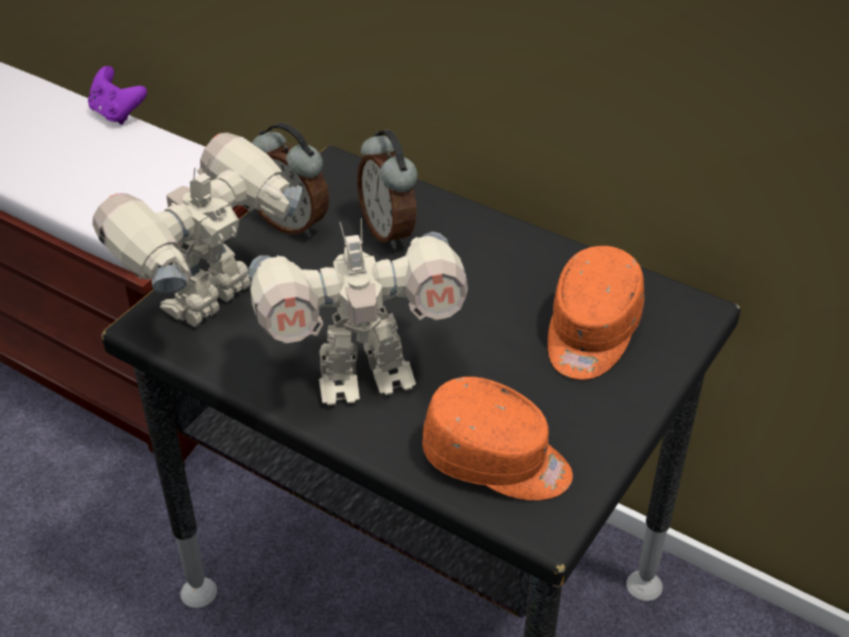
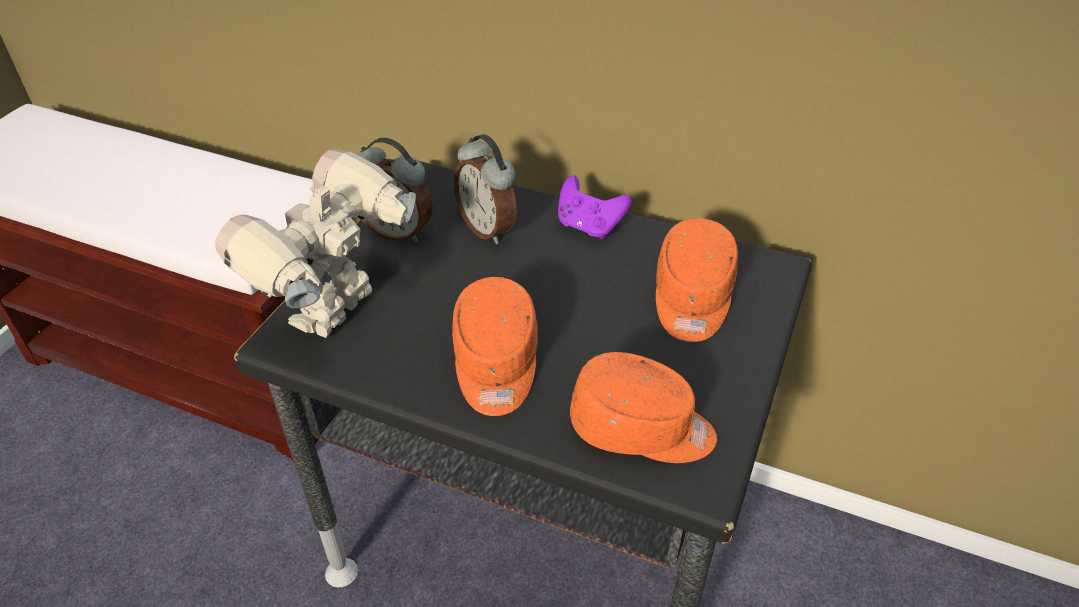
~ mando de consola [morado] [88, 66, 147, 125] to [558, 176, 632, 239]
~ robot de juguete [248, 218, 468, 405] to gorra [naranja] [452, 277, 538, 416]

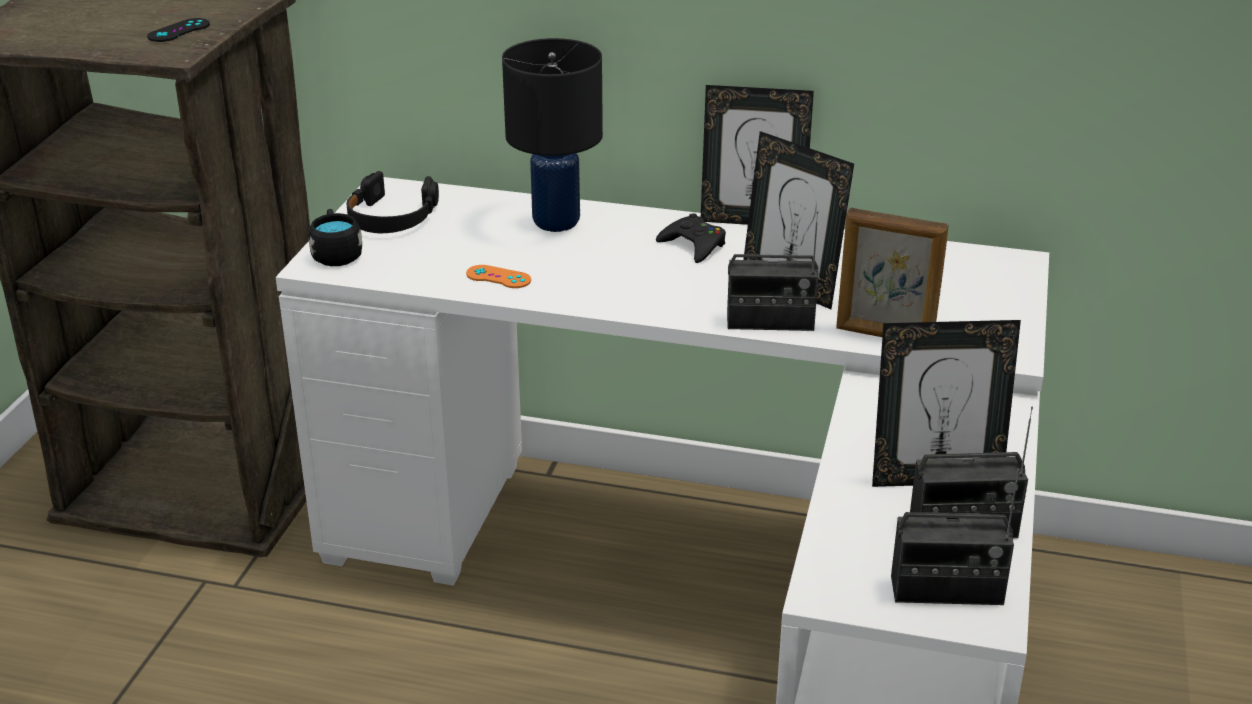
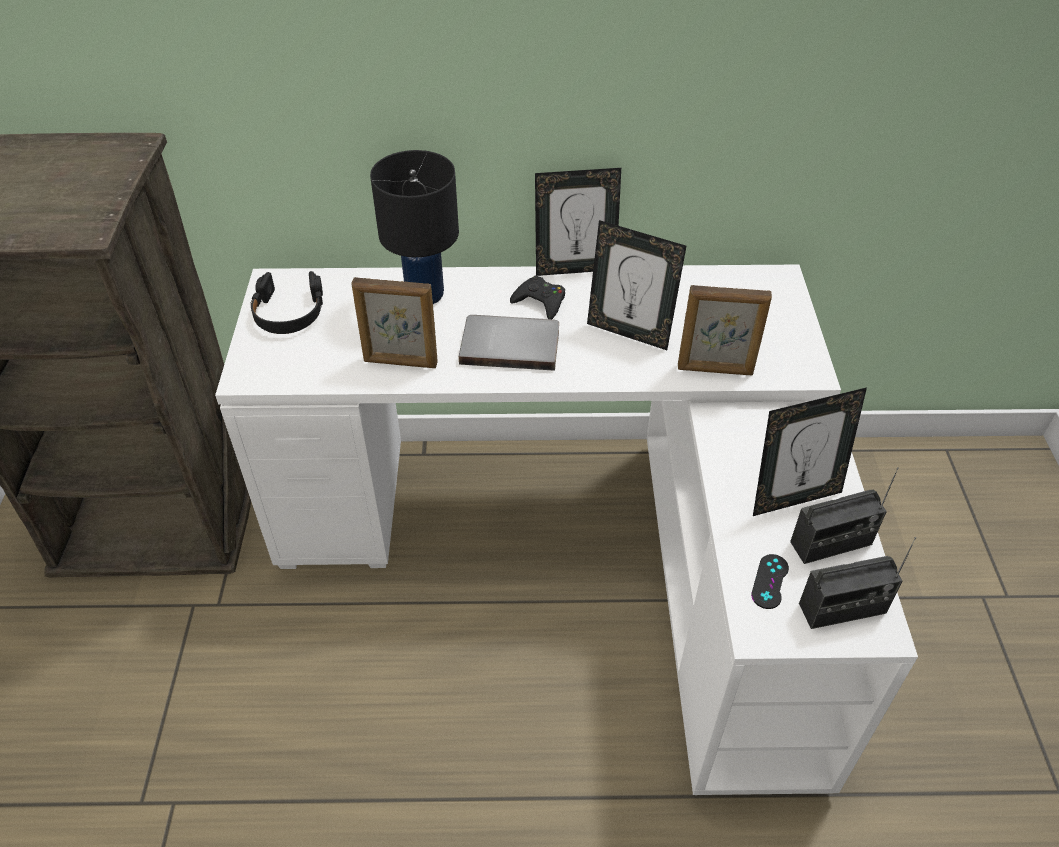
~ mando de consola [negro] [147, 18, 210, 42] to [751, 554, 789, 609]
- taza grande [negro] [309, 209, 362, 266]
~ mando de consola [naranja] [466, 265, 531, 288] to portarretratos [351, 277, 438, 368]
- radio [727, 211, 819, 331]
+ libro [gris] [459, 315, 559, 371]

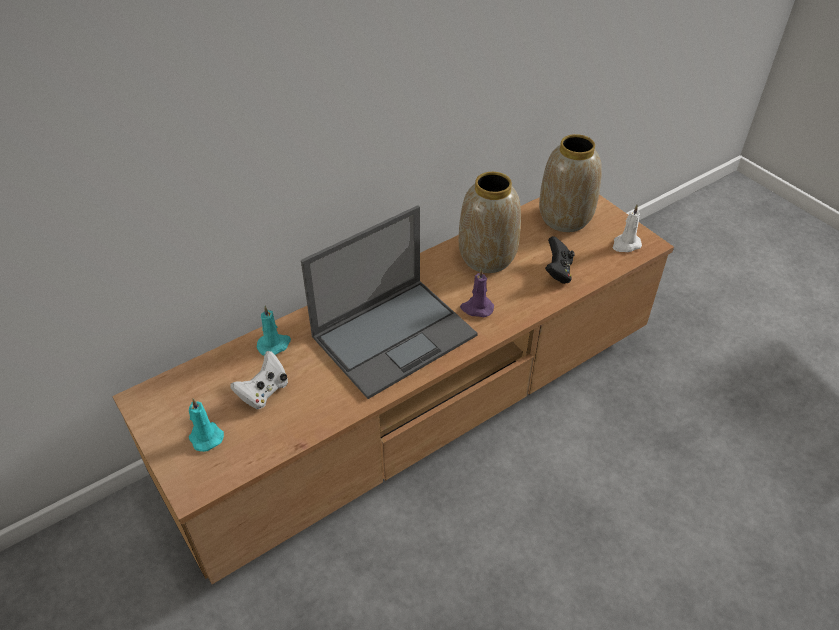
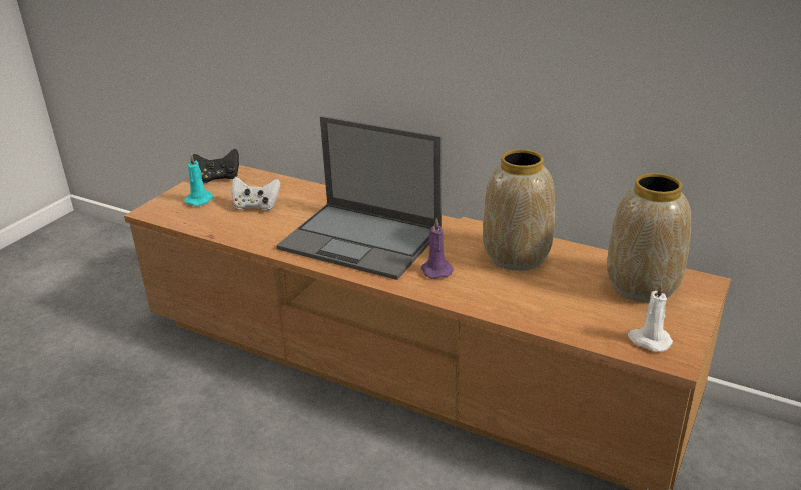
- vela [turquesa] [257, 305, 291, 356]
~ mando de consola [negro] [545, 236, 575, 284] to [193, 149, 239, 183]

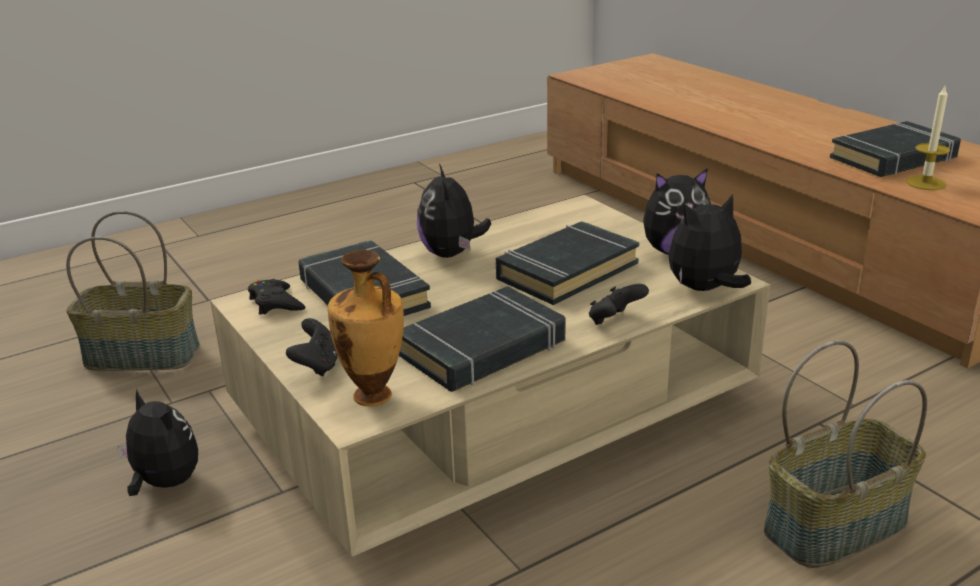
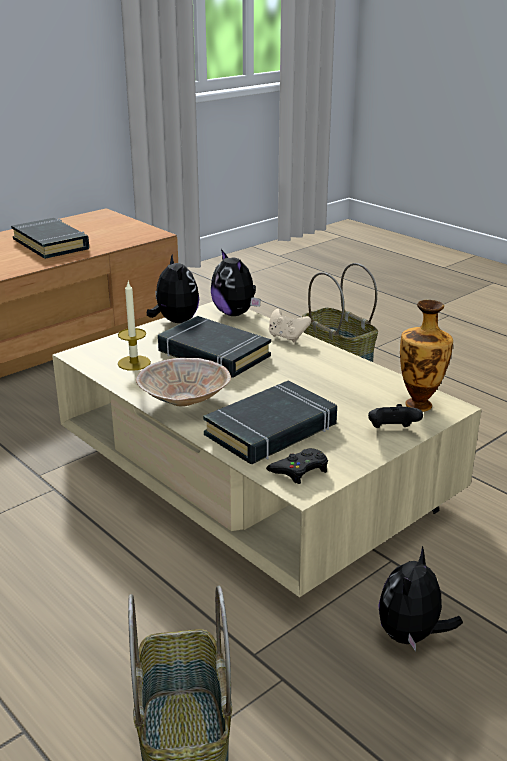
- libro [negro] [399, 286, 566, 392]
~ peluche [417, 164, 491, 258] to cuenco [beis] [136, 358, 231, 407]
~ mando de consola [negro] [589, 284, 649, 325] to mando de consola [beis] [269, 309, 311, 342]
~ vela [906, 86, 950, 190] to [118, 282, 151, 371]

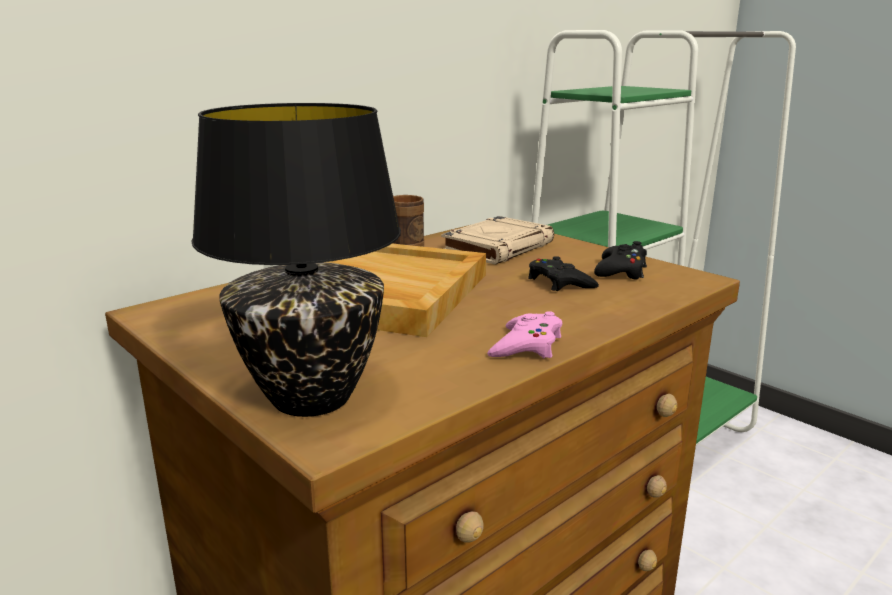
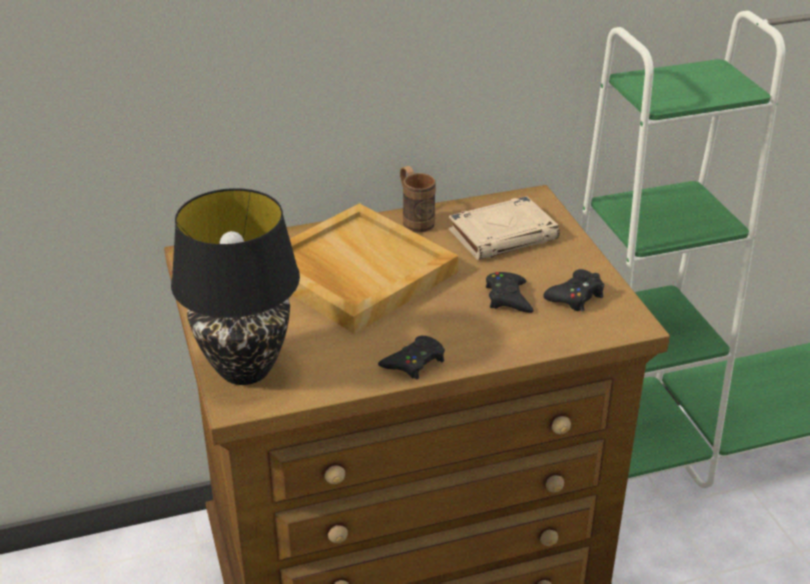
~ mando de consola [rosa] [487, 311, 562, 358] to mando de consola [negro] [378, 335, 445, 380]

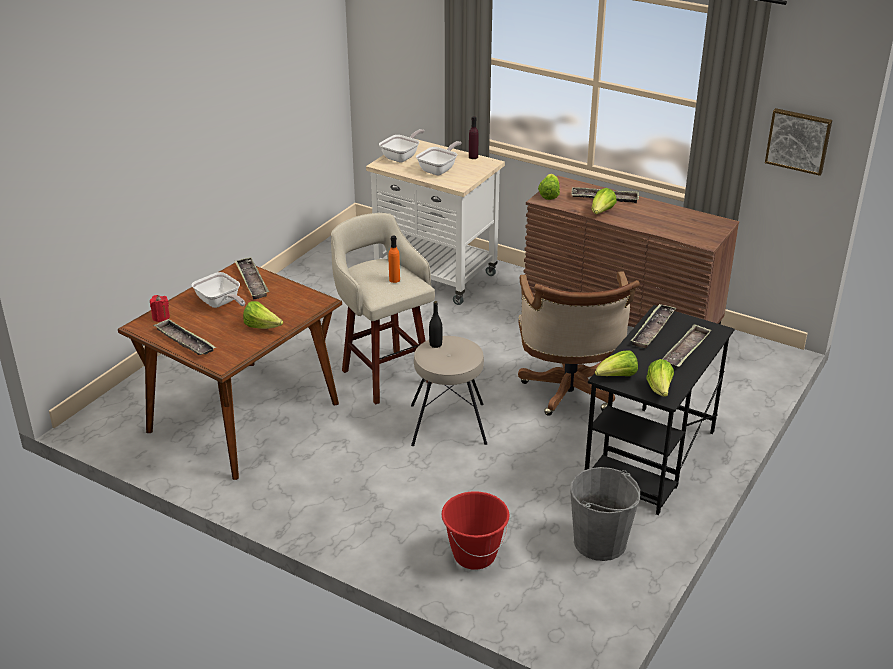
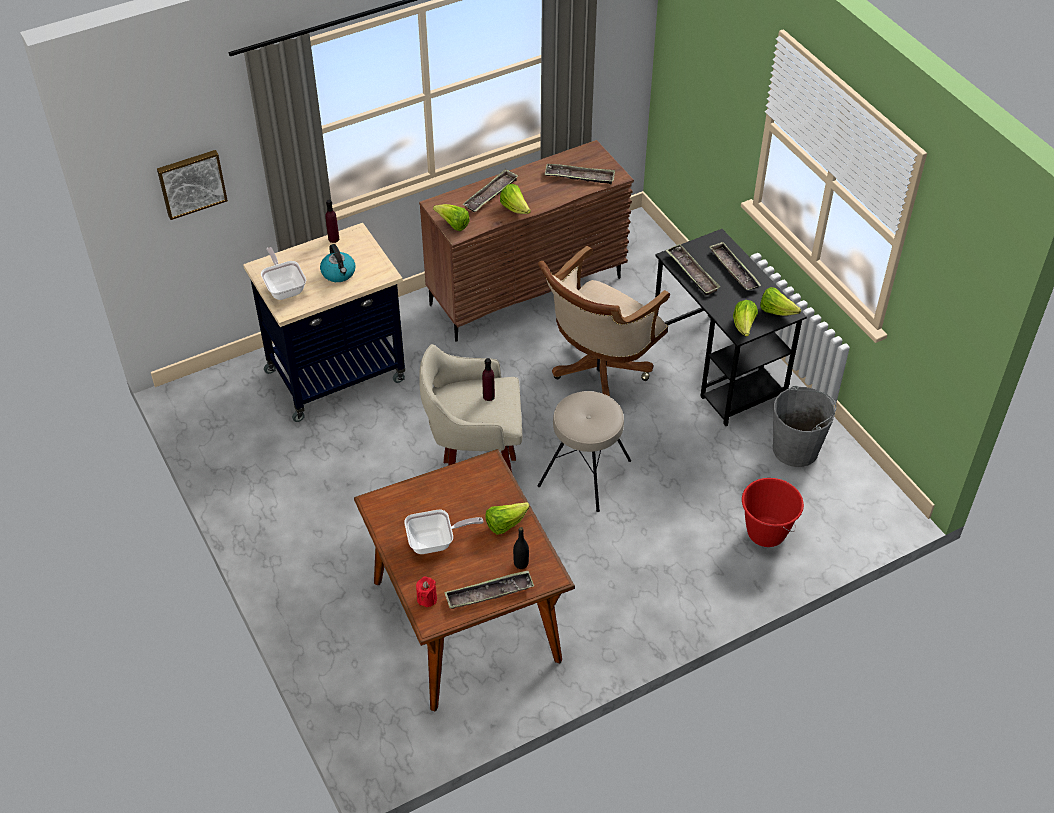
~ bandeja [234, 257, 269, 300] to [545, 164, 615, 184]
~ carrito [blanco] [366, 138, 505, 305] to carrito [azul] [243, 223, 405, 422]
~ botella [naranja] [389, 236, 400, 283] to botella [morado] [482, 358, 495, 401]
~ sartén [416, 141, 462, 176] to hervidor [320, 244, 355, 282]
~ botella [negro] [429, 301, 442, 348] to [513, 527, 529, 569]
~ silla de oficina [518, 271, 640, 416] = [538, 246, 670, 397] 105 degrees clockwise
~ cuadro [765, 108, 832, 176] to [157, 150, 228, 220]

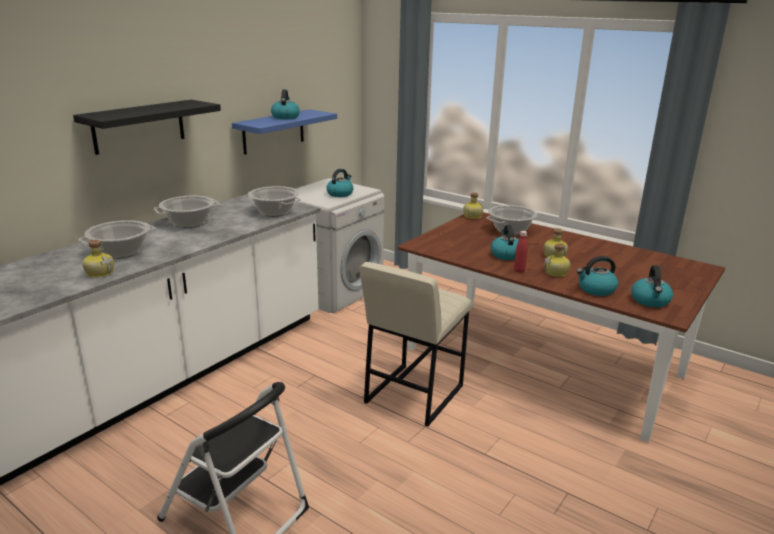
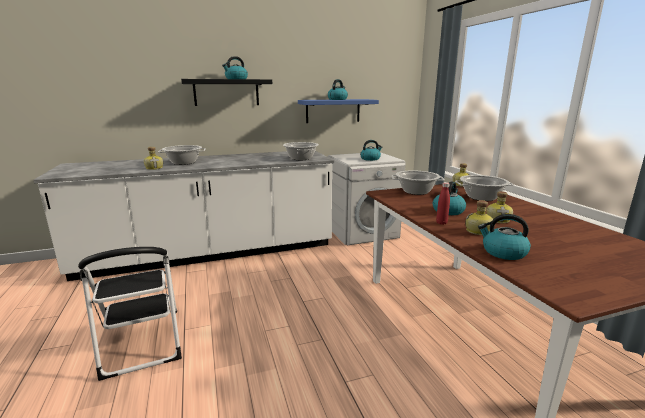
~ olla [154, 196, 220, 228] to [391, 170, 445, 195]
- silla [beis] [359, 262, 471, 427]
~ hervidor [631, 265, 673, 307] to [222, 56, 248, 79]

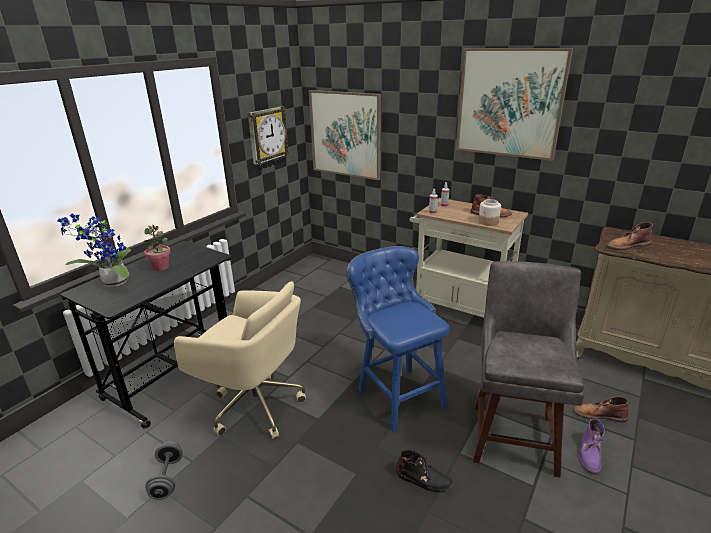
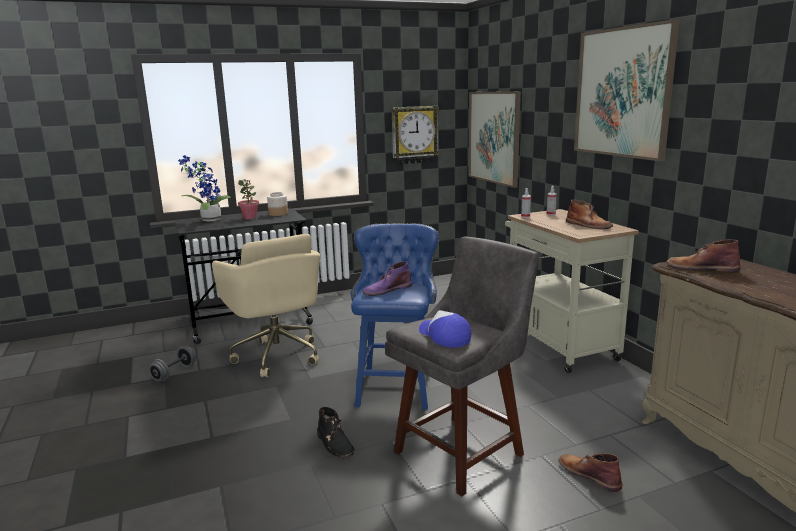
~ tarro [478, 199, 501, 226] to [267, 192, 288, 216]
~ bota [morado] [578, 418, 605, 474] to [363, 261, 412, 296]
+ gorra [419, 310, 471, 348]

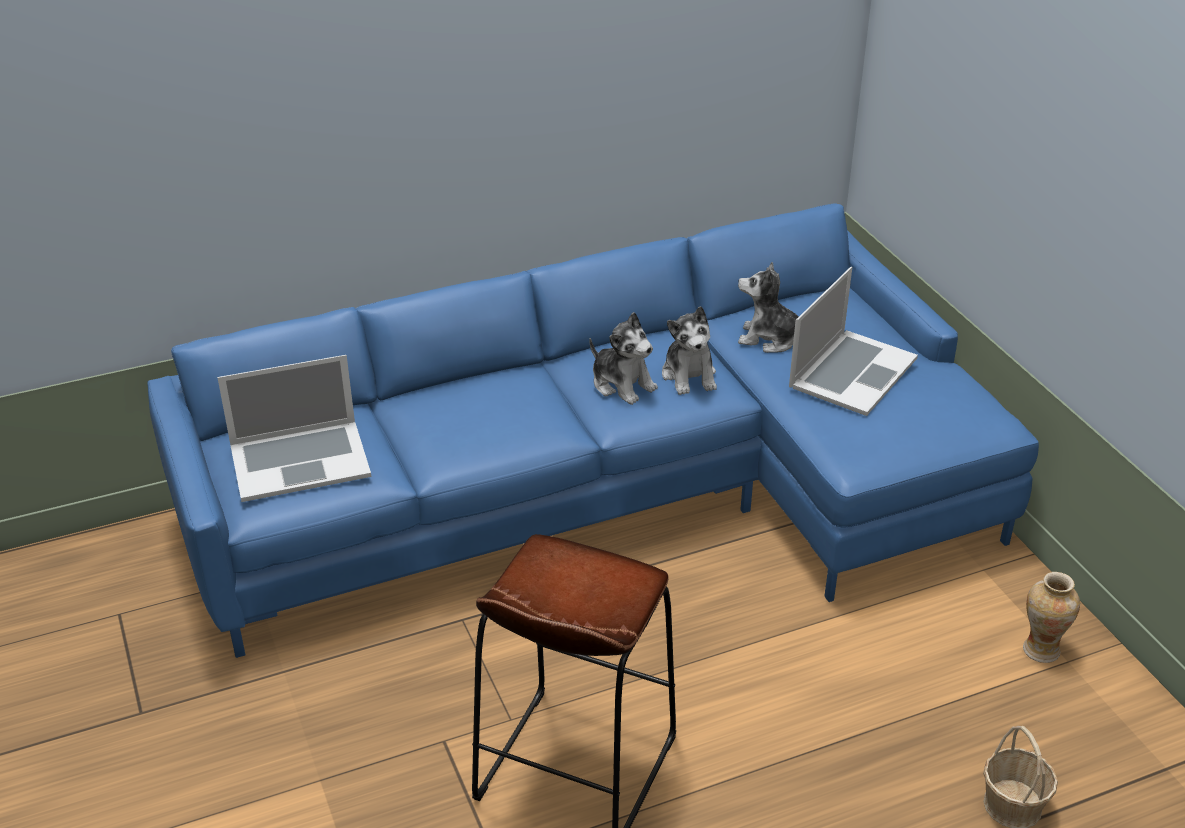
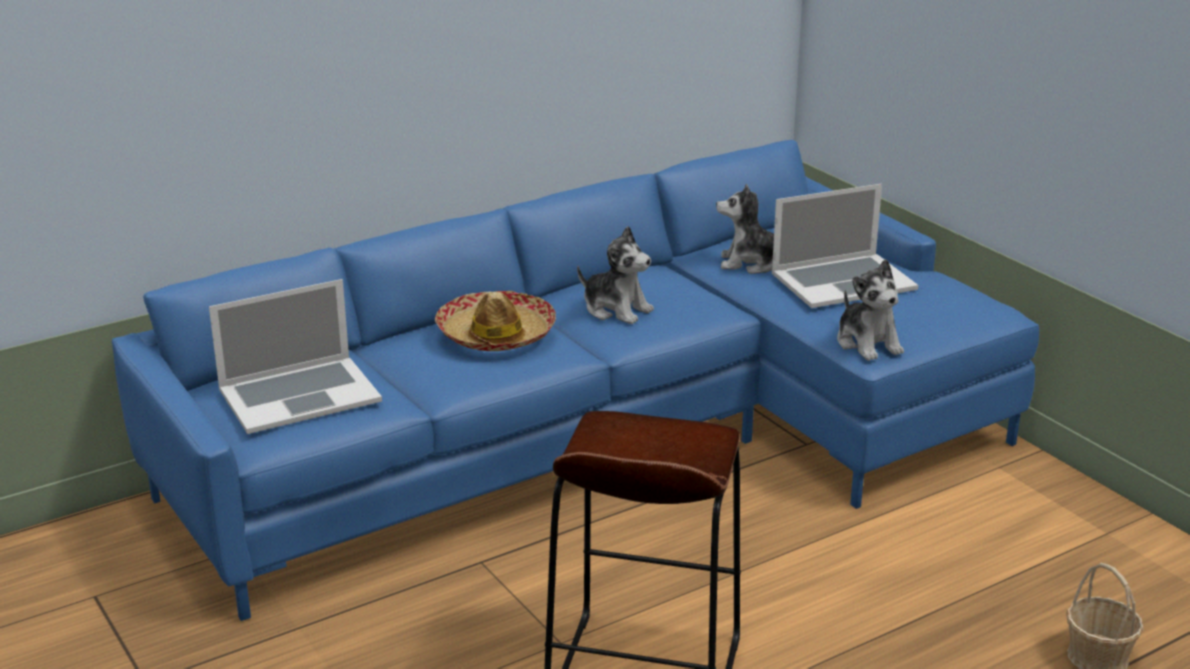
~ peluche [662, 306, 717, 395] to [837, 259, 904, 361]
~ portátil [789, 267, 918, 416] = [772, 184, 918, 308] 45 degrees clockwise
- florero [1023, 572, 1080, 663]
+ sombrero [435, 291, 556, 351]

